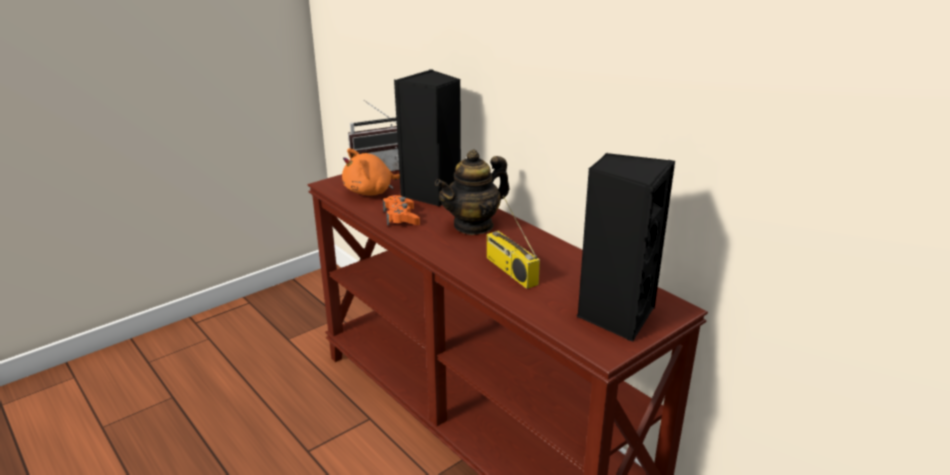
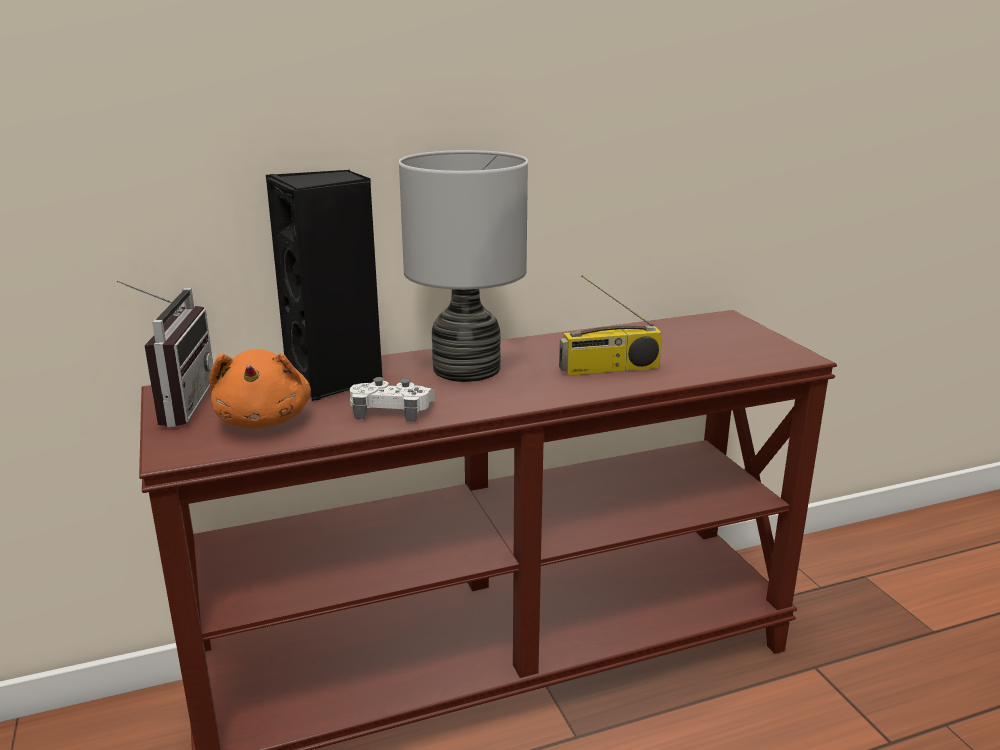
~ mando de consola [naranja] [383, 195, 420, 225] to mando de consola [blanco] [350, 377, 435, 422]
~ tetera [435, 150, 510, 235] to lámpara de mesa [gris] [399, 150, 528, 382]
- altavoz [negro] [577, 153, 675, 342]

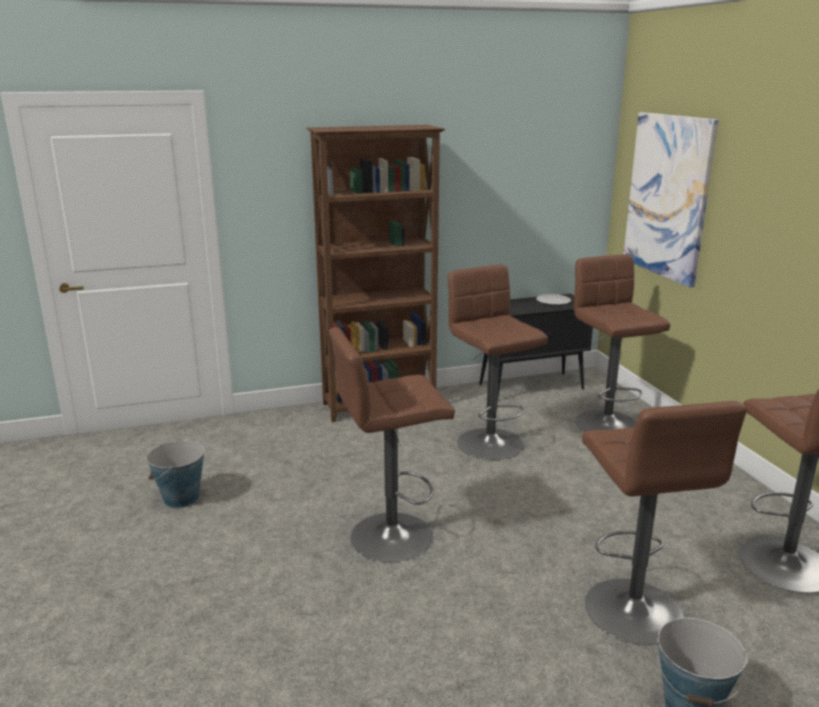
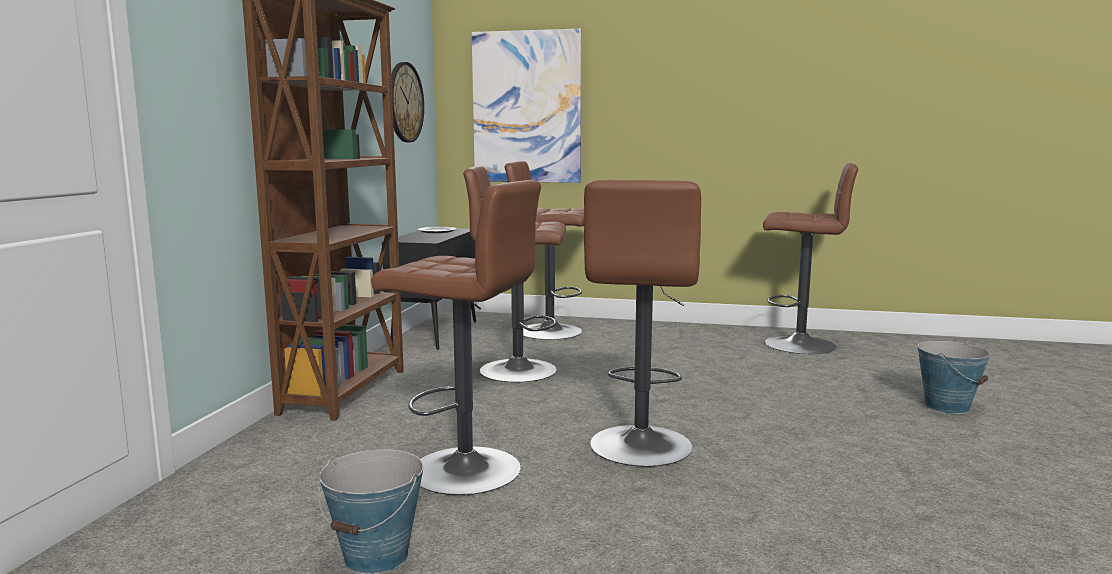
~ taburete [marrón] [582, 401, 747, 645] to [371, 180, 541, 495]
+ reloj de pared [391, 62, 424, 142]

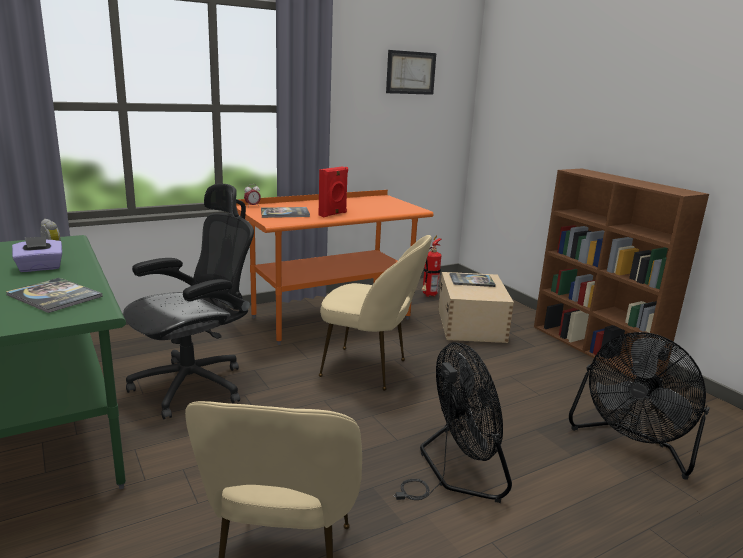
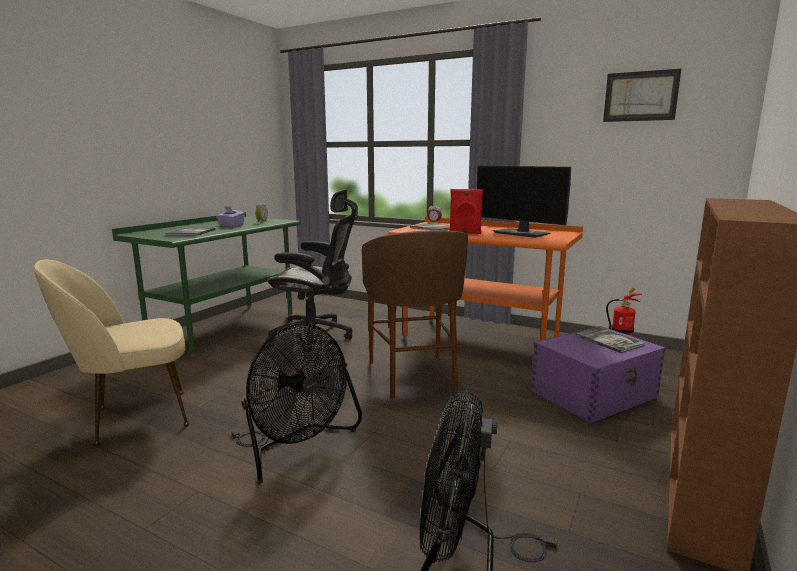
~ silla [beis] [319, 235, 432, 391] to taburete [marrón] [362, 230, 468, 399]
~ caja de almacenaje [beis] [438, 272, 514, 343] to caja de almacenaje [morado] [531, 326, 665, 423]
+ monitor [477, 166, 571, 238]

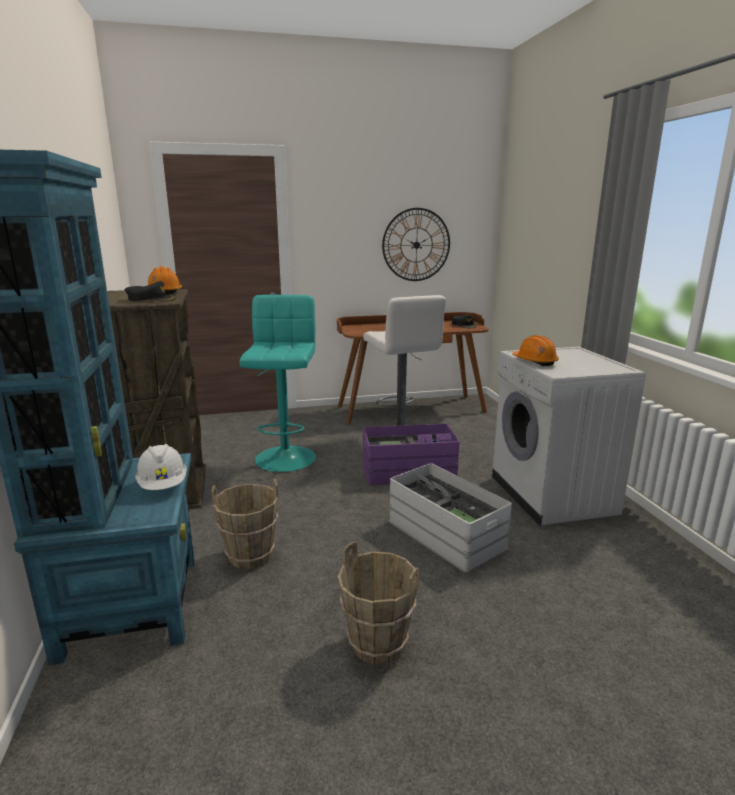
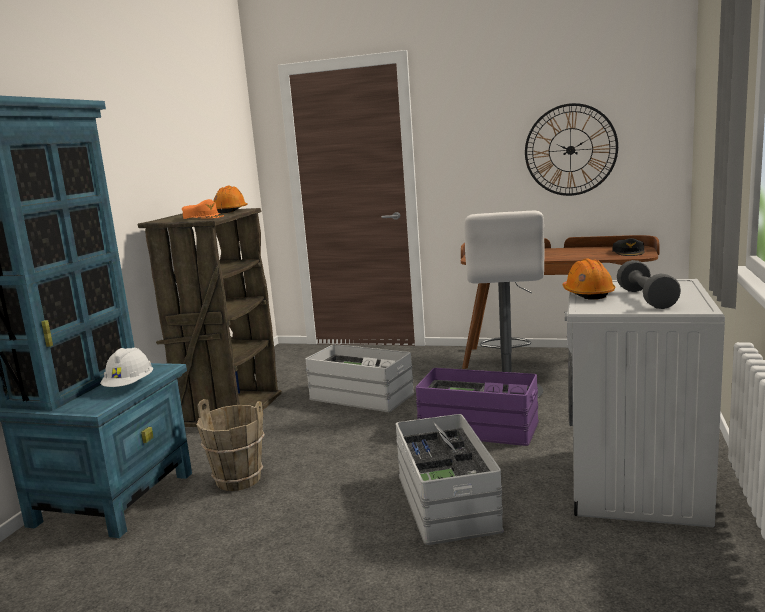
~ gorra [negro] [125, 281, 176, 301] to gorra [naranja] [182, 199, 224, 219]
~ taburete [turquesa] [239, 295, 316, 472] to caja de almacenaje [gris] [306, 344, 414, 412]
- cubo [marrón] [338, 542, 419, 664]
+ mancuerna [gris] [617, 260, 681, 309]

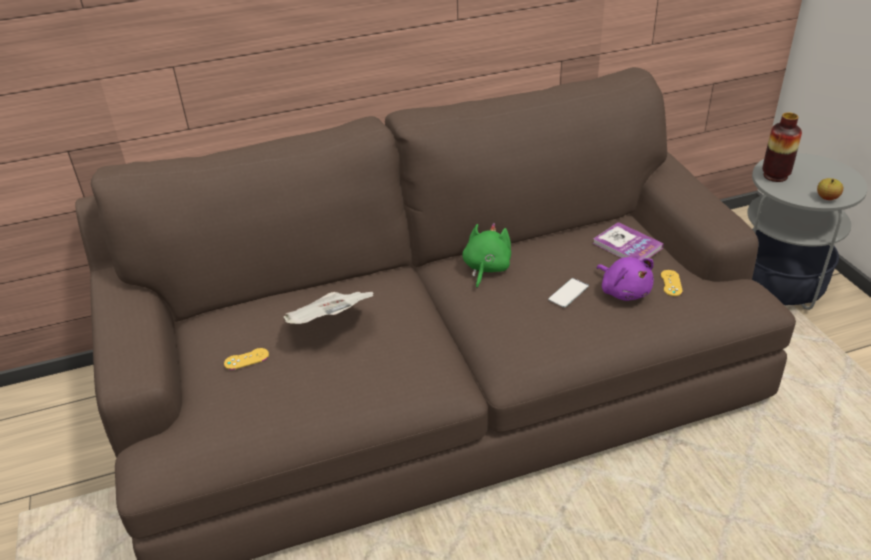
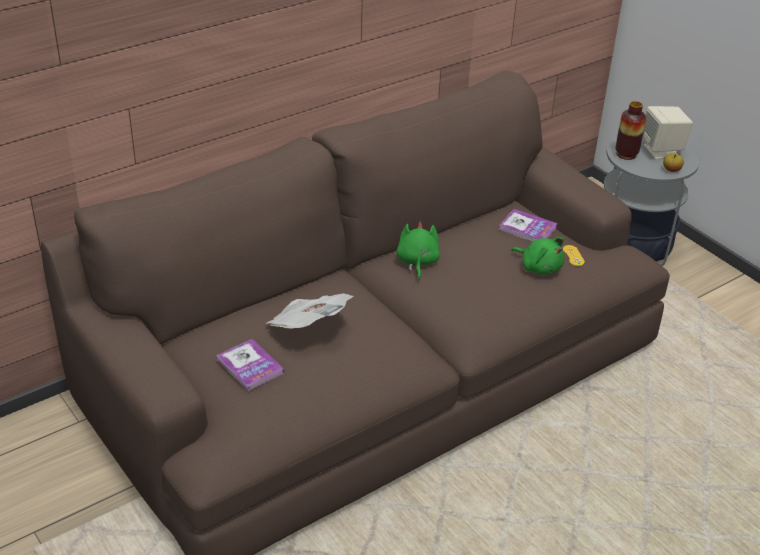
~ mando de consola [amarillo] [224, 348, 269, 370] to libro [217, 339, 284, 391]
- móvil [548, 278, 589, 308]
~ peluche [morado] [597, 257, 654, 301] to peluche [verde] [511, 237, 564, 275]
+ altavoz [beis] [642, 106, 693, 159]

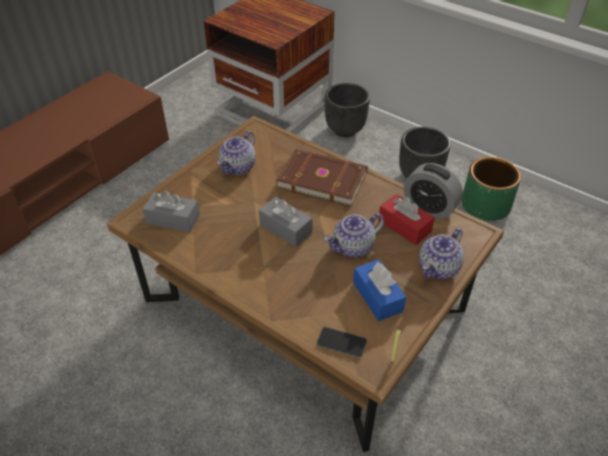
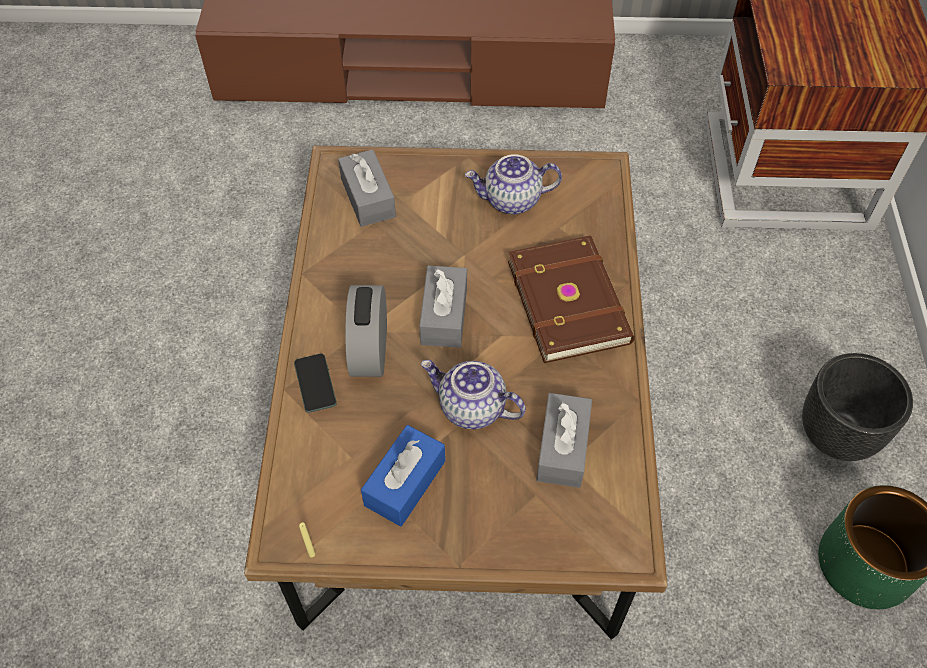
~ móvil [317, 327, 367, 357] to [294, 354, 337, 413]
- maceta [negro] [325, 83, 370, 137]
~ caja de pañuelos [rojo] [378, 194, 435, 245] to caja de pañuelos [gris] [536, 393, 592, 488]
~ despertador [404, 163, 463, 219] to [345, 285, 387, 377]
- tetera [419, 228, 464, 279]

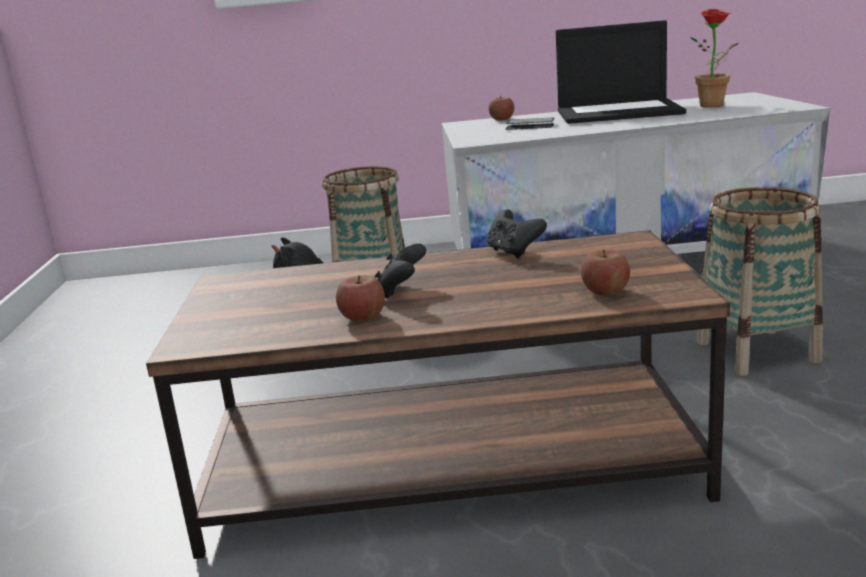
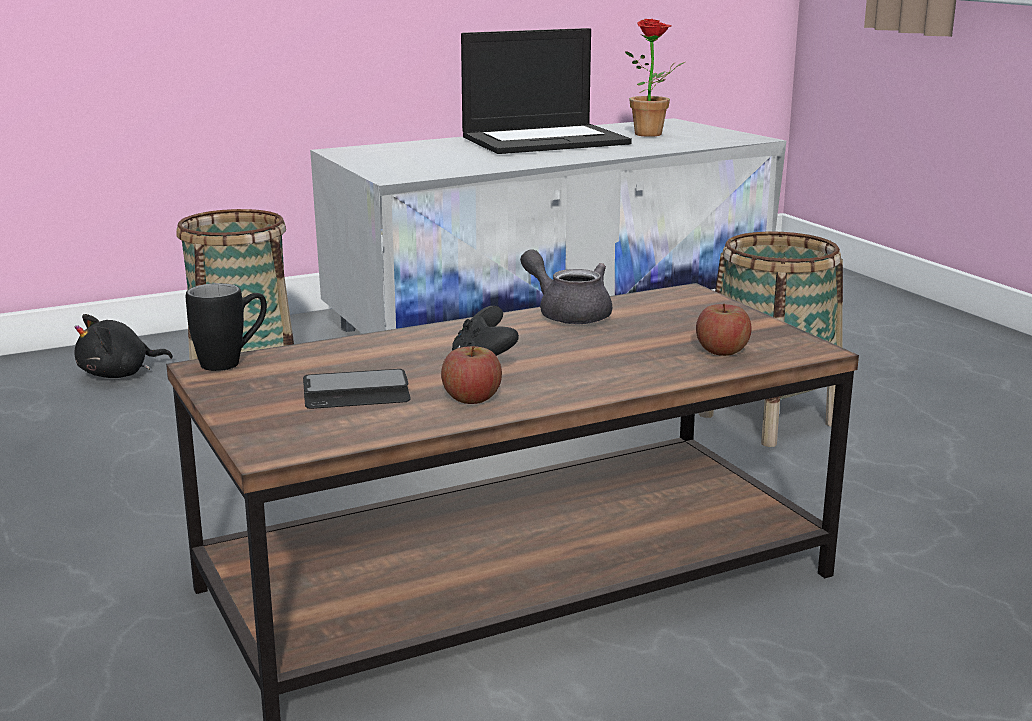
~ mando de consola [negro] [487, 210, 547, 258] to tetera [gris] [520, 249, 612, 324]
- manzana [489, 96, 514, 121]
~ móvil [505, 118, 554, 130] to [303, 369, 410, 409]
+ taza grande [negro] [186, 283, 267, 371]

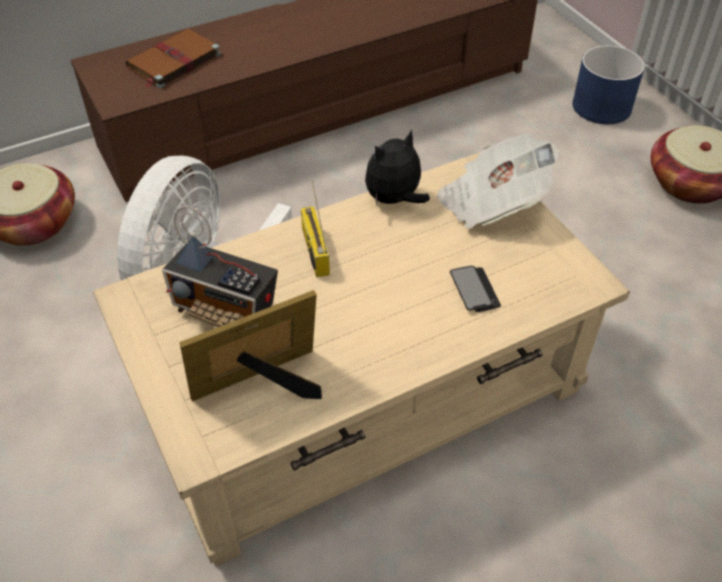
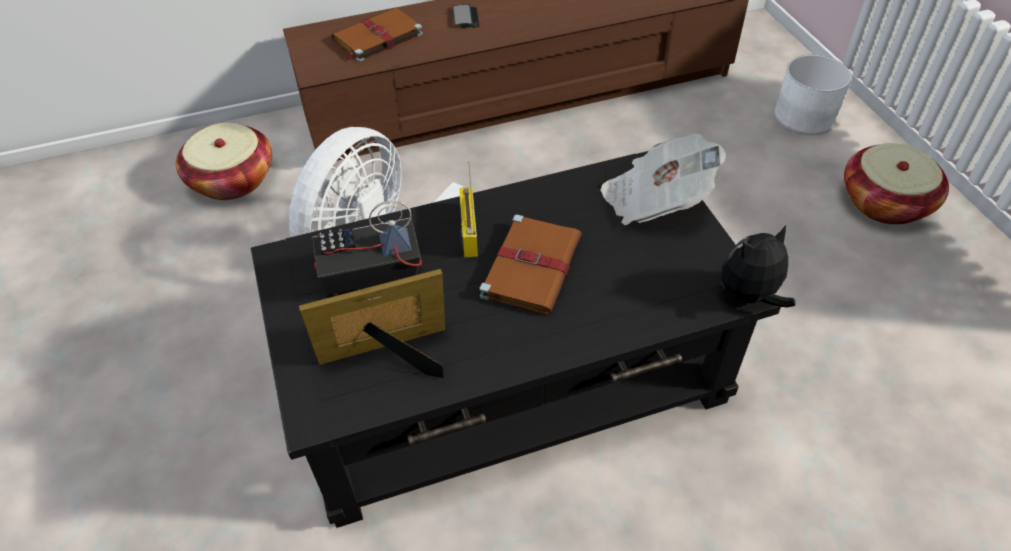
~ mesa de centro [beis] [93, 152, 630, 567] to mesa de centro [negro] [251, 151, 781, 528]
~ radio [162, 206, 278, 327] = [312, 200, 422, 296] 135 degrees clockwise
~ peluche [365, 130, 430, 206] to [722, 225, 795, 308]
~ móvil [450, 266, 501, 312] to [452, 4, 479, 28]
~ maceta [azul] [572, 45, 645, 124] to maceta [blanco] [774, 55, 852, 135]
+ libro [marrón] [480, 215, 582, 315]

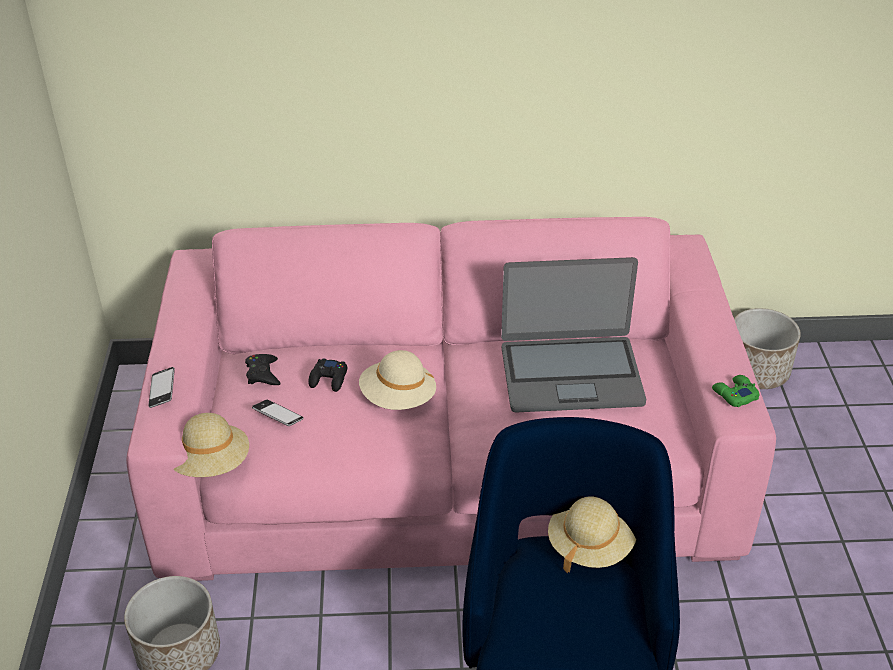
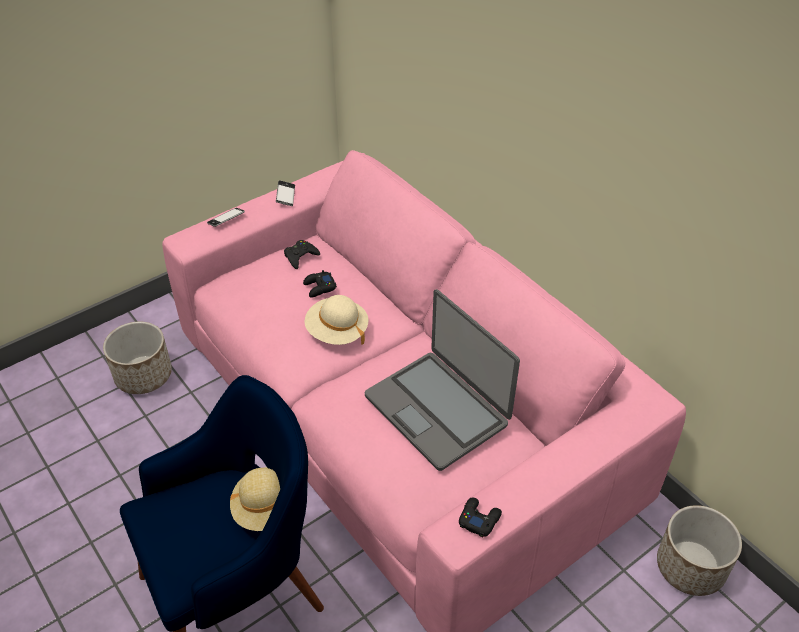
- sombrero [beis] [173, 413, 249, 477]
~ móvil [252, 400, 304, 426] to [276, 180, 295, 206]
~ mando de consola [verde] [712, 375, 759, 407] to mando de consola [negro] [459, 497, 502, 537]

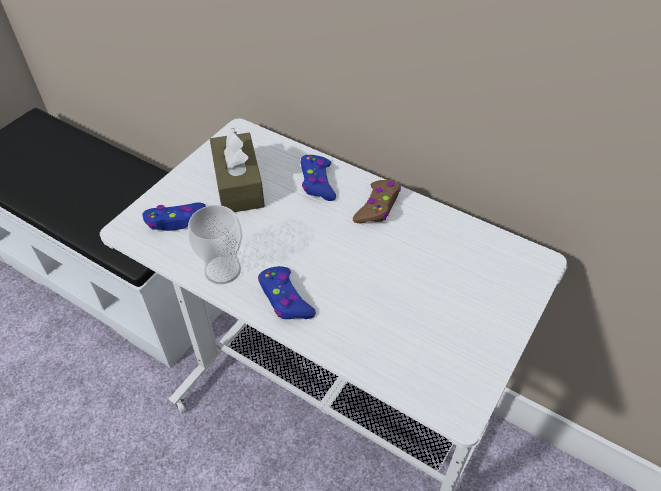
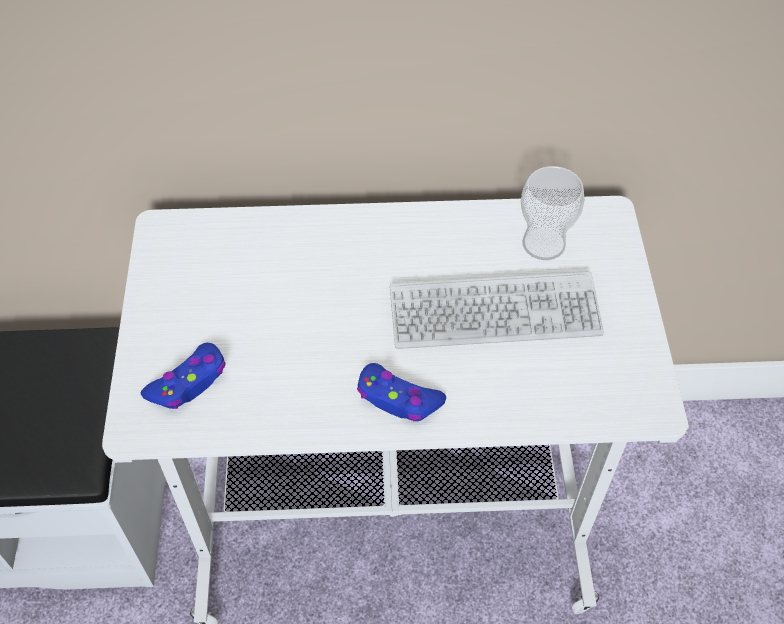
~ taza [188, 205, 243, 284] to [521, 166, 585, 260]
- caja de pañuelos [marrón] [210, 128, 265, 212]
- mando de consola [azul] [300, 155, 336, 201]
- mando de consola [marrón] [353, 180, 401, 223]
+ teclado [390, 272, 604, 349]

